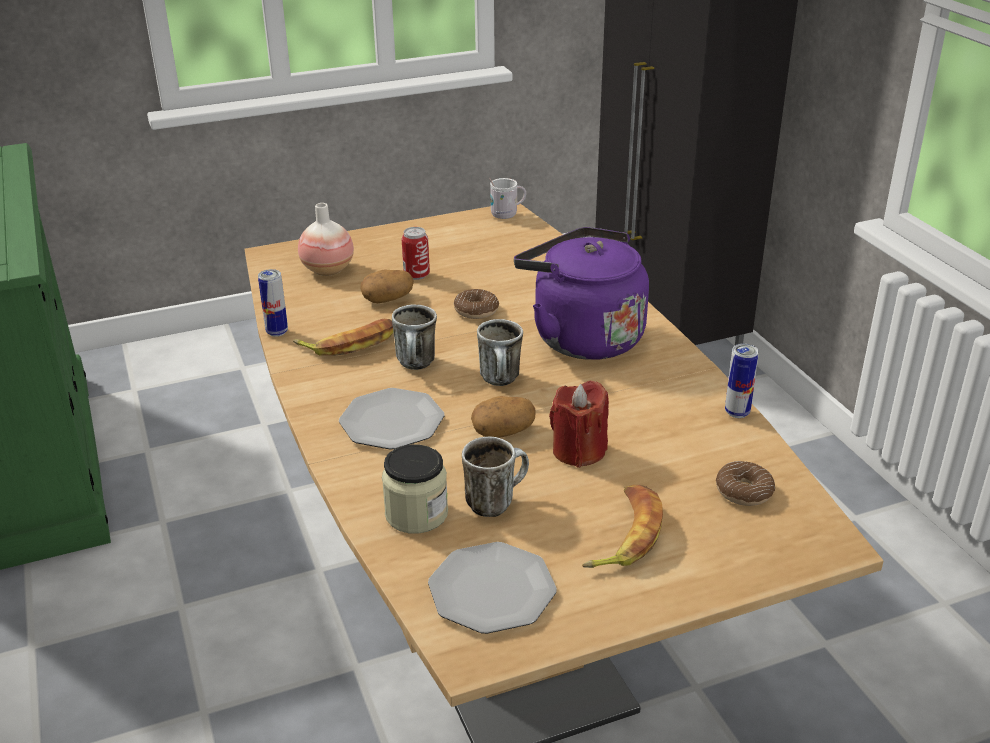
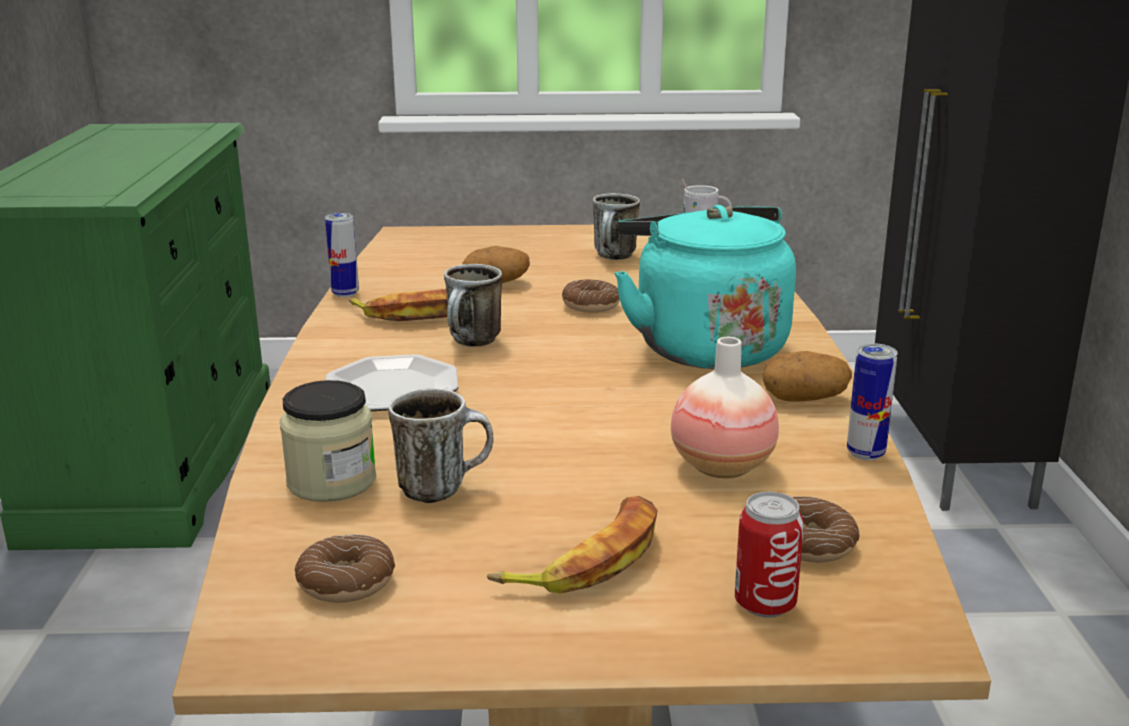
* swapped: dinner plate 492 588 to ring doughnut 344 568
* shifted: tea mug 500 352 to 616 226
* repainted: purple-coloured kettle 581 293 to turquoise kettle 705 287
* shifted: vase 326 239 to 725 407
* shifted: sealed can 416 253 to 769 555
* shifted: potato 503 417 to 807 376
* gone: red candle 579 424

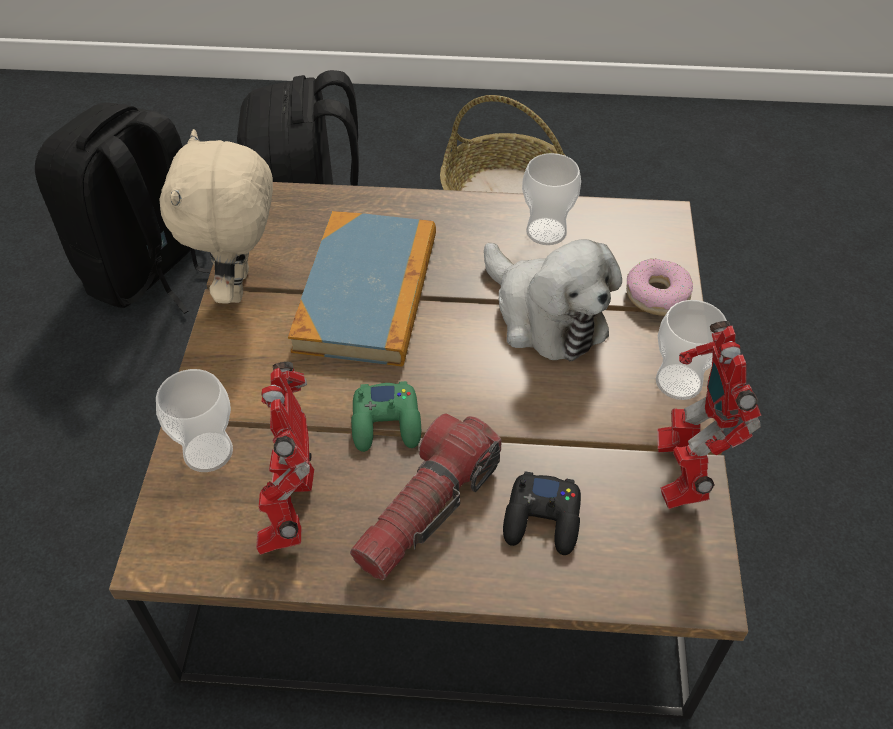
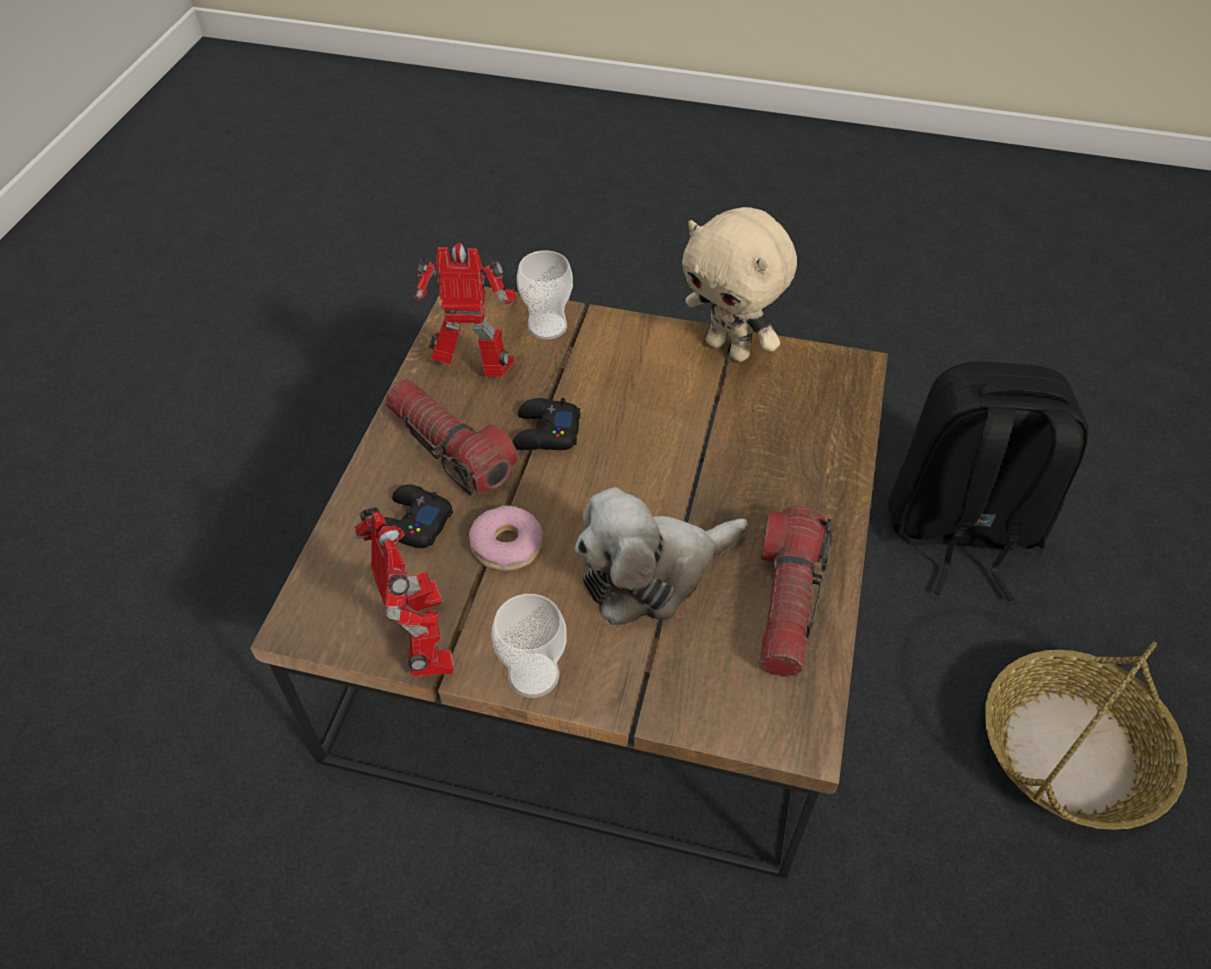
* rotated: robot figure 709 415 = 404 592 60 degrees clockwise
* shifted: ring doughnut 659 287 to 506 538
* repainted: green gamepad 386 416 to blackish gamepad 546 424
* rotated: beige-coloured cuddly toy 216 216 = 739 284 150 degrees counterclockwise
* swapped: drinking cup 551 199 to hand torch 796 591
* gone: blackish knapsack 123 208
* gone: bound book 362 289

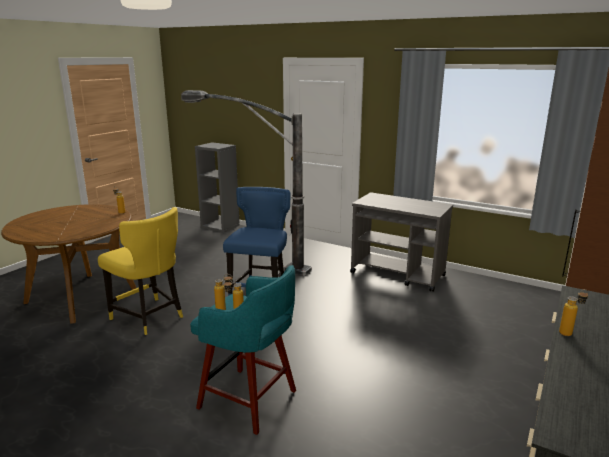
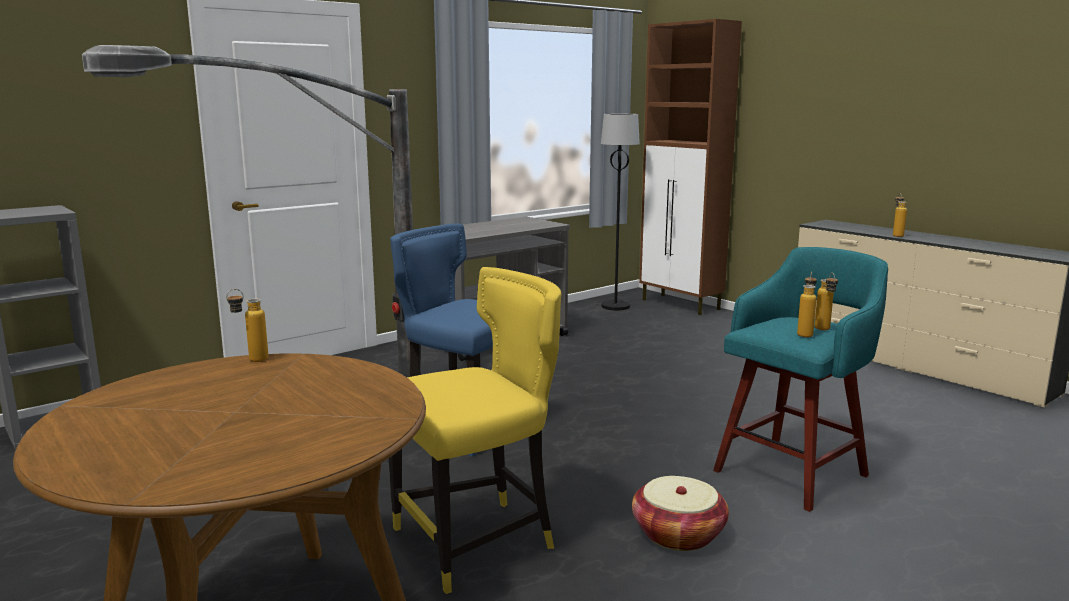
* new: blackish floor lamp 620 212
* new: household basket 680 513

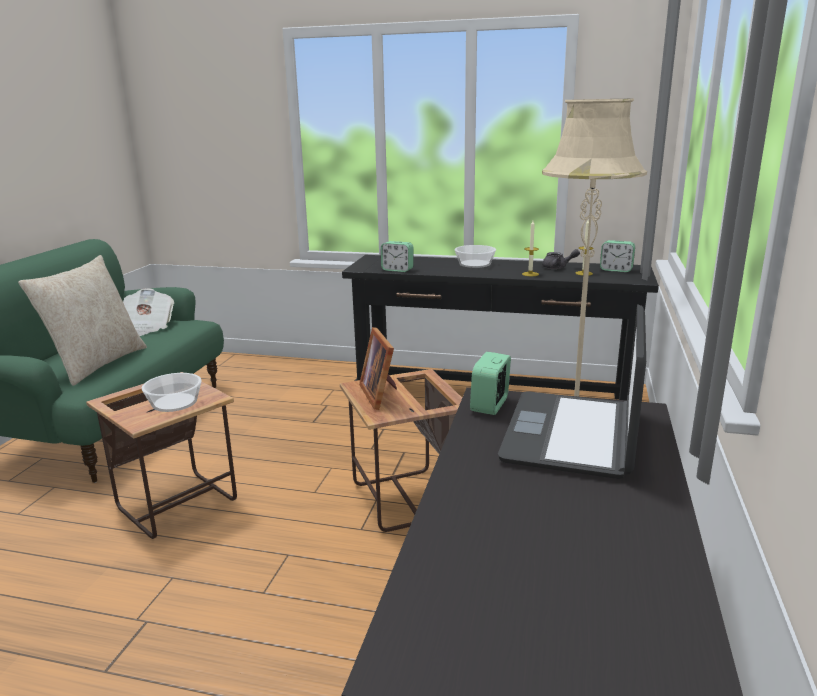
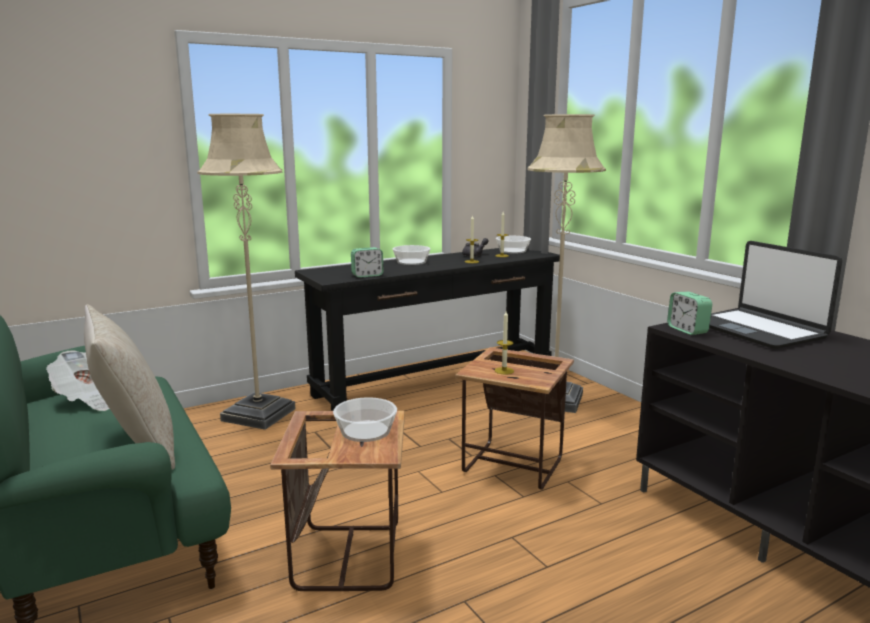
* new: beige-coloured floor lamp 246 272
* swapped: standing frame 378 368 to candle 504 342
* swapped: table clock 617 256 to bowl 513 244

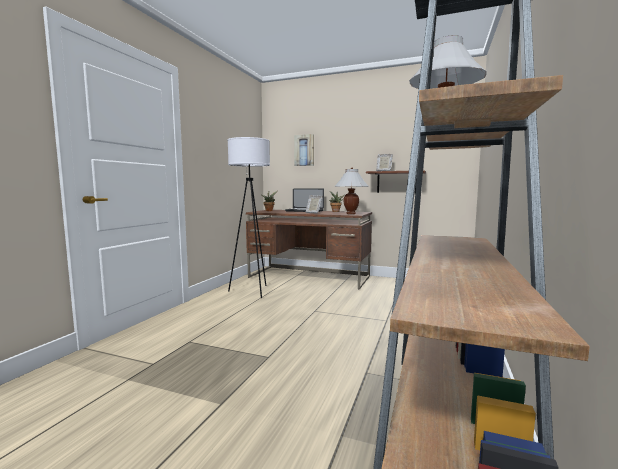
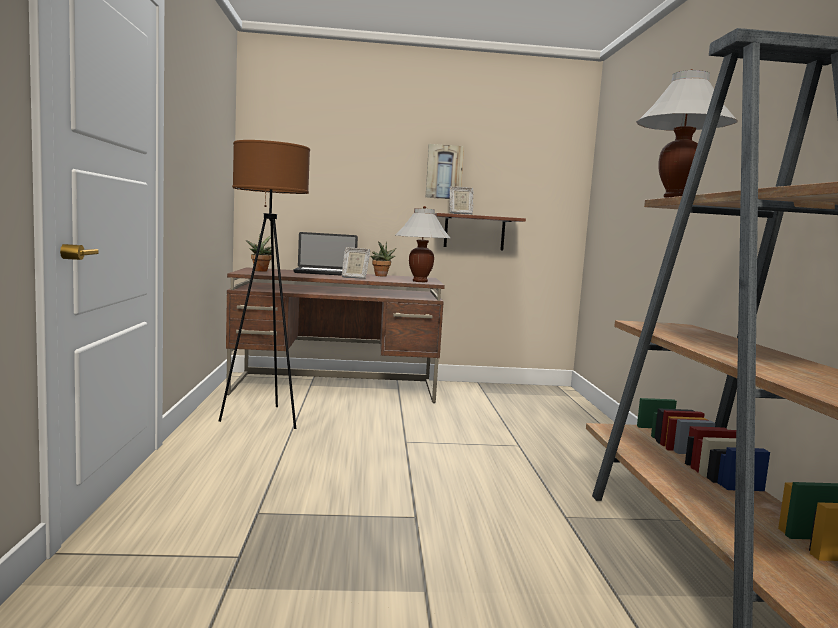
* repainted: white-coloured floor lamp 248 217 to brown-coloured floor lamp 264 284
* shifted: wall art 304 150 to 445 171

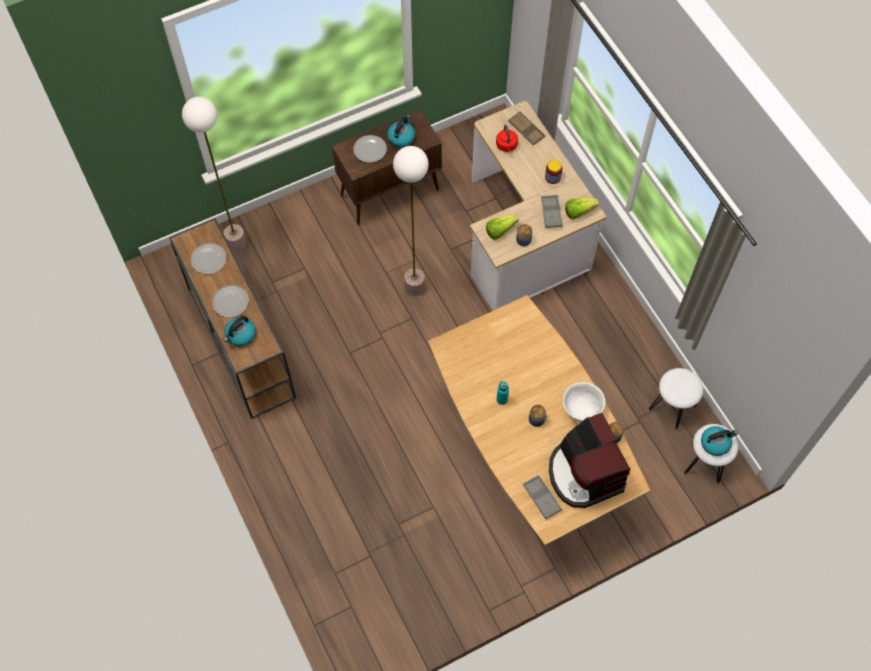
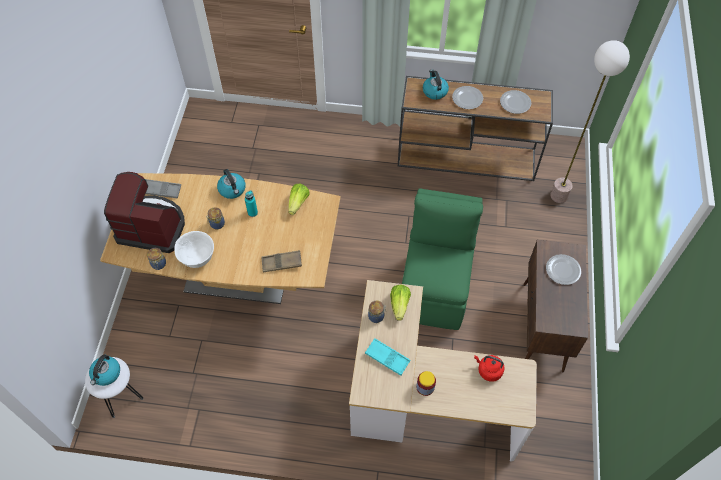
* shifted: kettle 401 131 to 231 184
* shifted: brown-coloured carrying tray 526 128 to 281 261
* shifted: lettuce head 582 208 to 298 199
* repainted: greyish carrying tray 551 211 to turquoise carrying tray 387 357
* swapped: floor lamp 411 221 to green upright chair 442 259
* gone: white-coloured stool 676 399

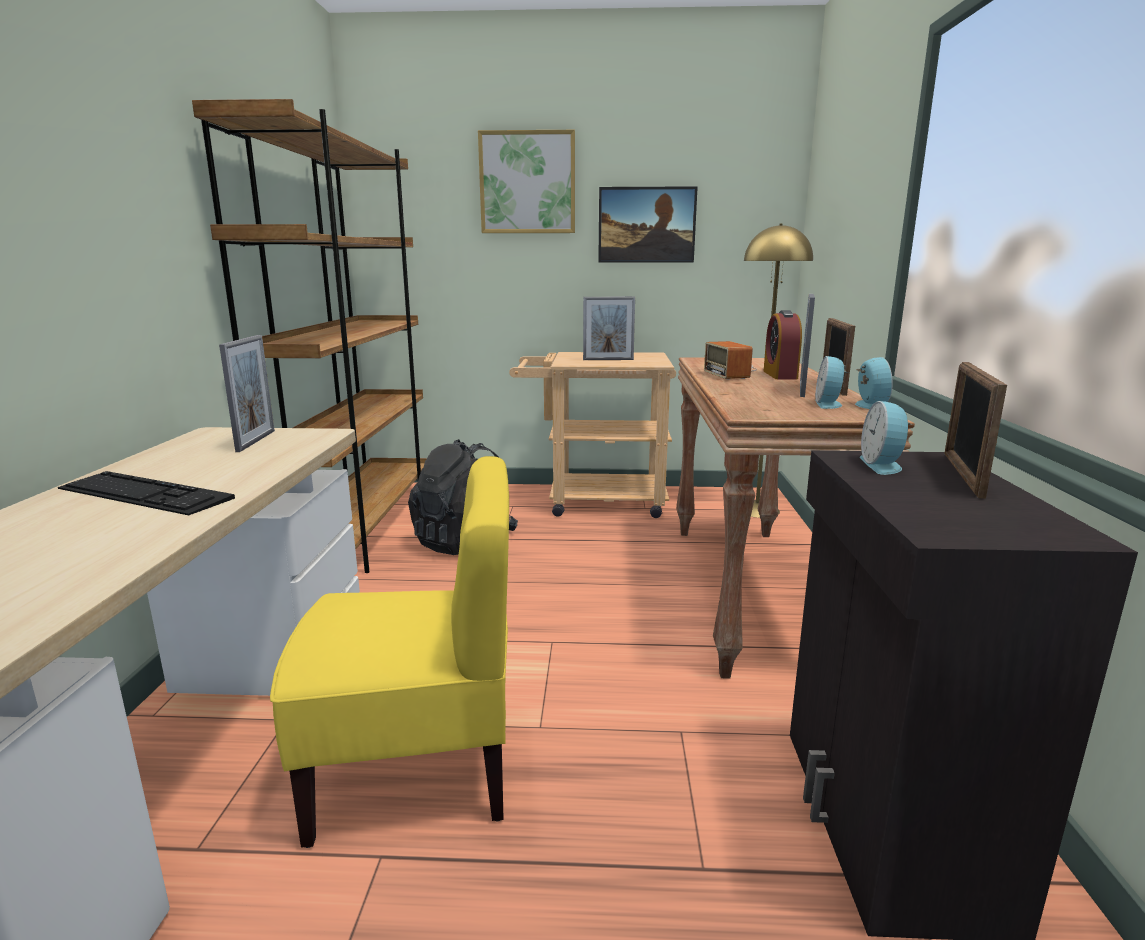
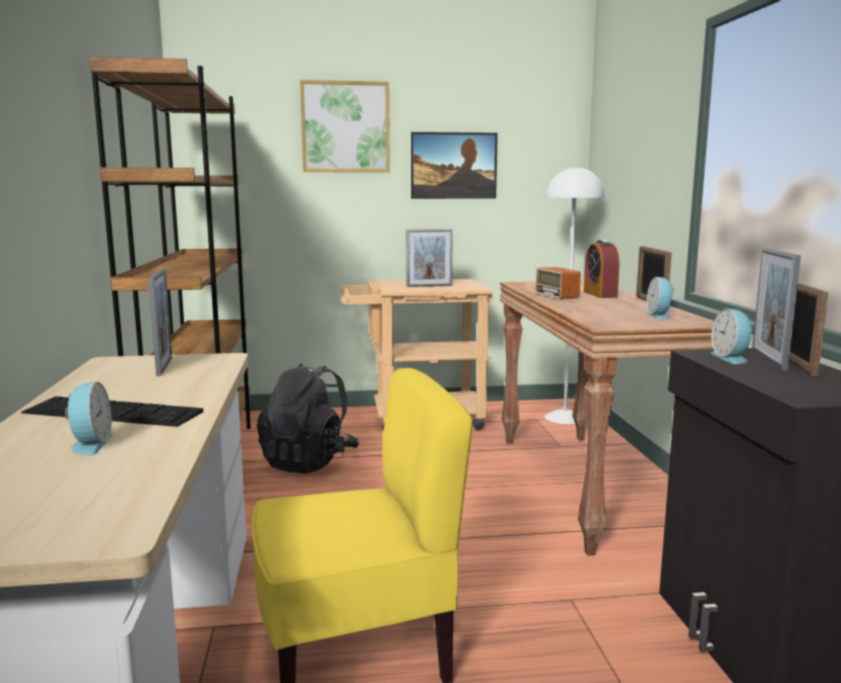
* shifted: table clock 874 383 to 89 418
* repainted: yellow-coloured floor lamp 778 370 to white-coloured floor lamp 575 295
* shifted: standing frame 807 345 to 776 309

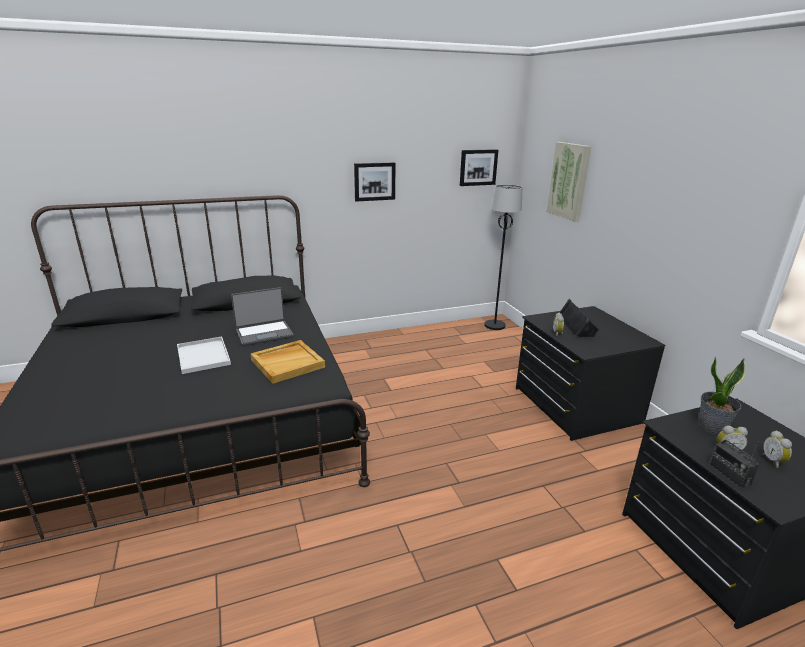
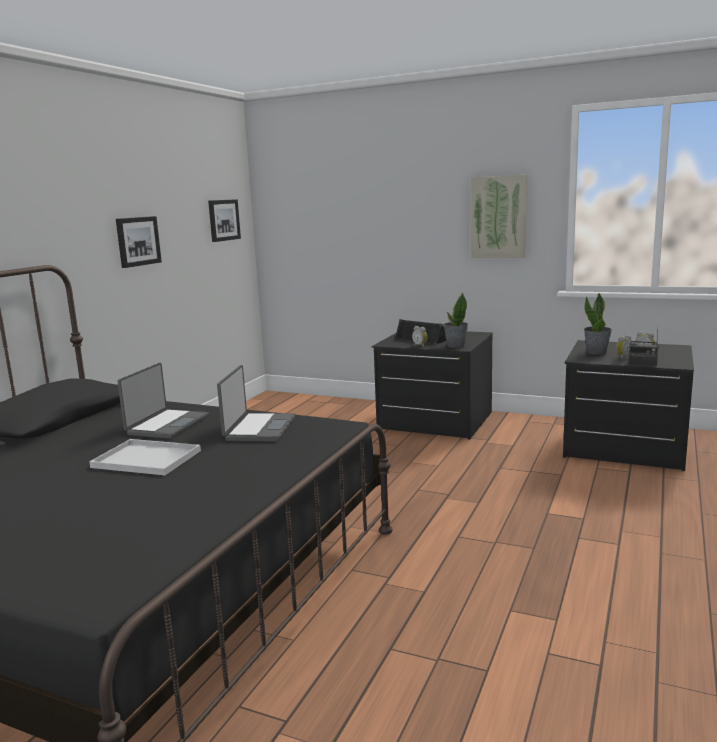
* swapped: beige-coloured carrying tray 287 362 to portable computer 256 403
* new: houseplant 455 320
* shifted: wall art 569 182 to 499 216
* gone: blackish floor lamp 503 257

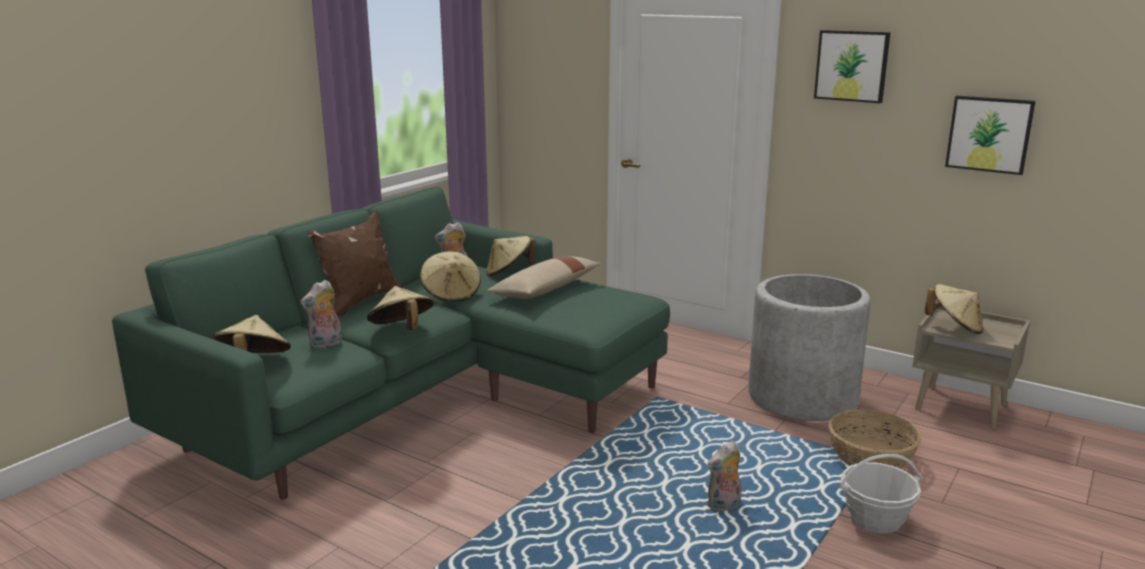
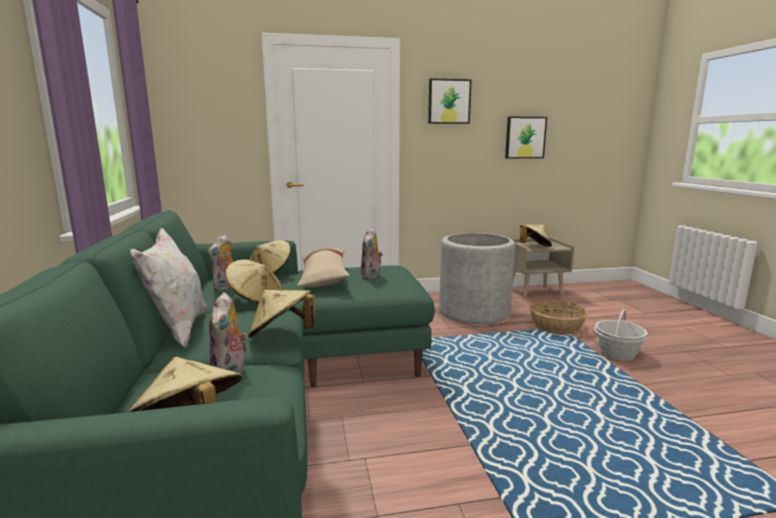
* repainted: brown-coloured pillow 354 263 to white-coloured pillow 168 287
* shifted: cuddly toy 724 476 to 372 253

